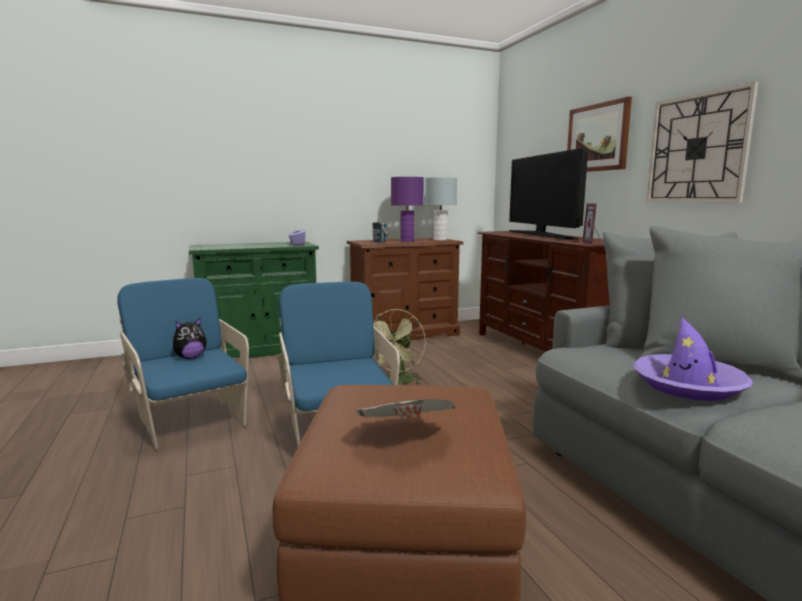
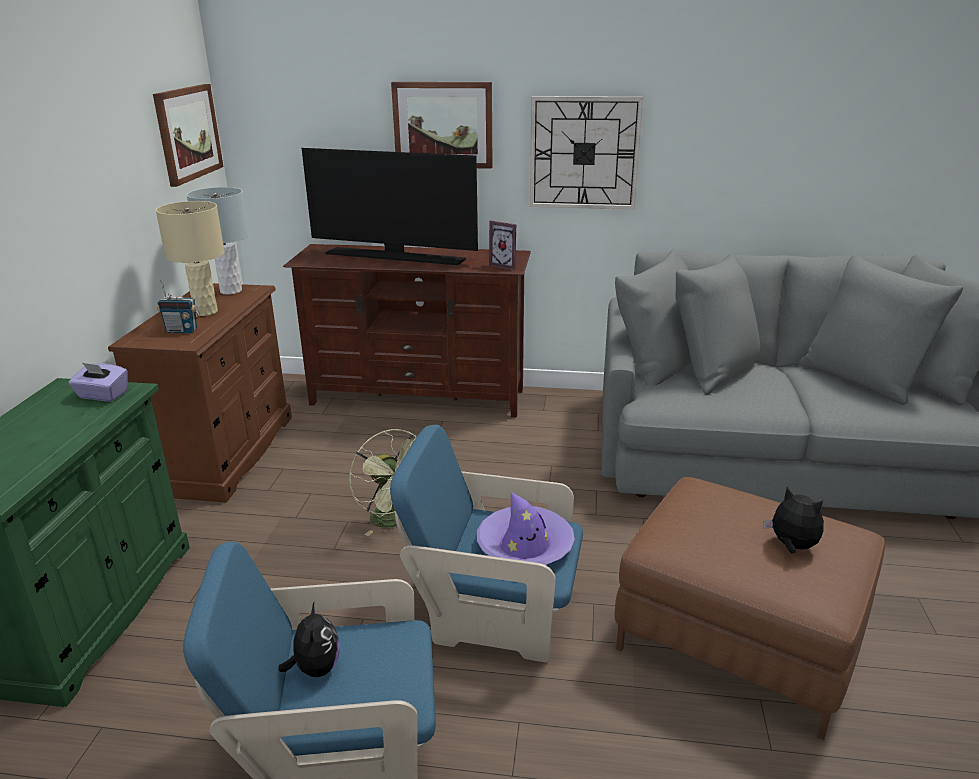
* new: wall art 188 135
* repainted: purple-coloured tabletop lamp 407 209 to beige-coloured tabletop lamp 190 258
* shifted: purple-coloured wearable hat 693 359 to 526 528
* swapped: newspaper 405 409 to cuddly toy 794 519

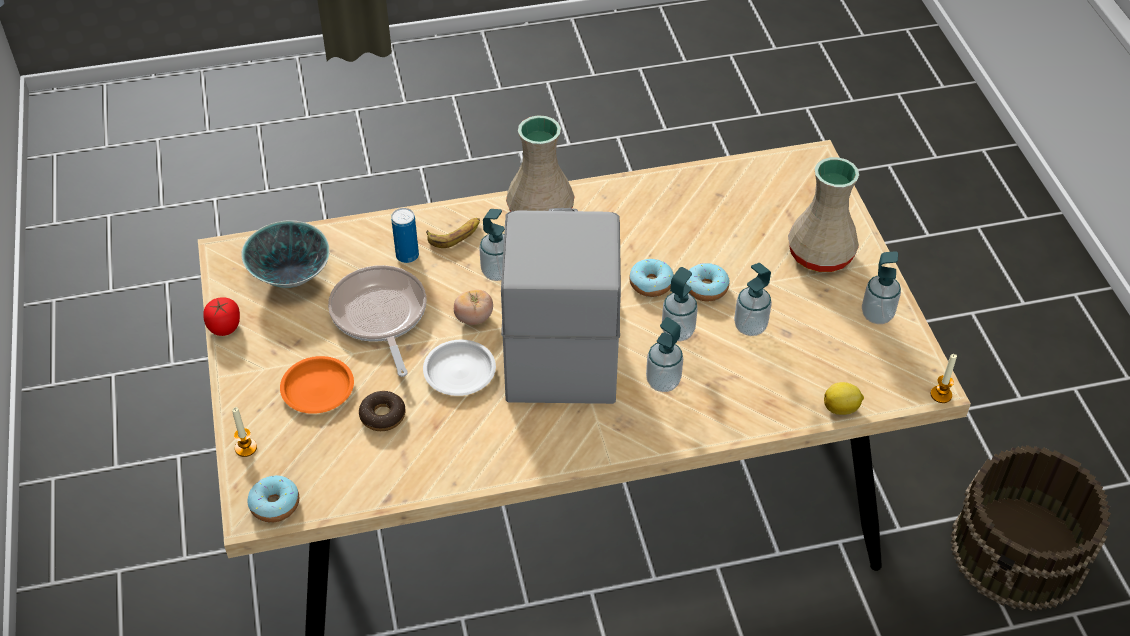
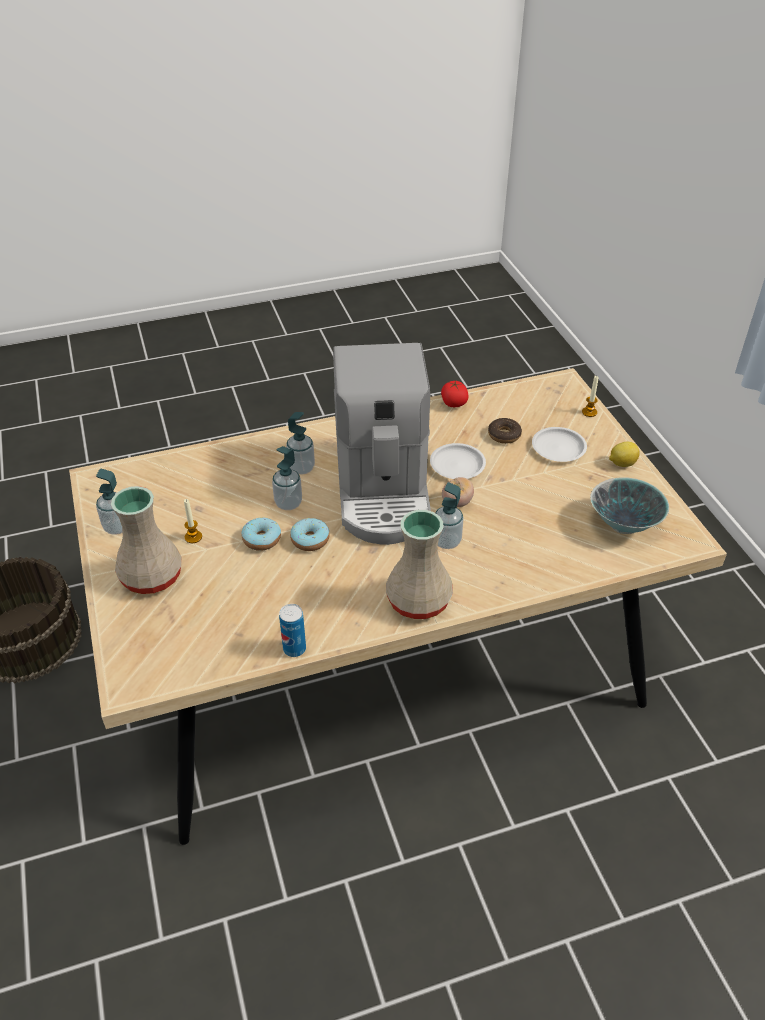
* shifted: candle 944 378 to 193 521
* shifted: sealed can 405 235 to 292 630
* shifted: whole tomato 221 317 to 454 394
* repainted: orangey dinner plate 317 385 to white-coloured dinner plate 559 444
* shifted: citrus fruit 844 398 to 624 454
* gone: ring doughnut 273 499
* gone: pan 377 321
* gone: whole banana 453 233
* gone: soap dispenser 753 299

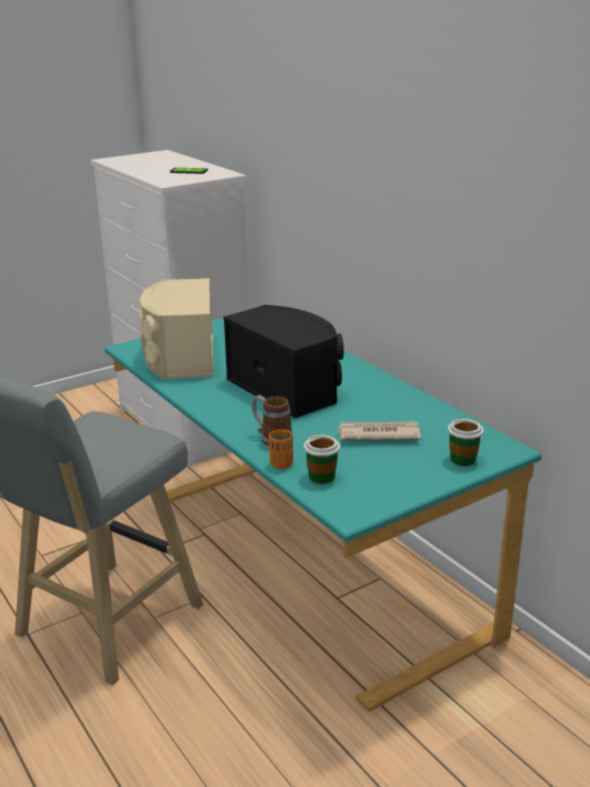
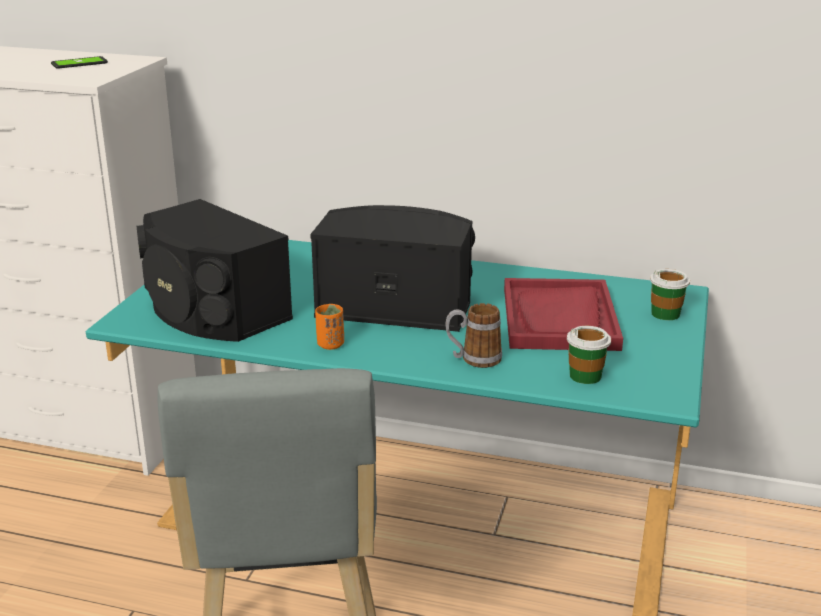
* repainted: beige-coloured loudspeaker 177 328 to blackish loudspeaker 215 270
* shifted: orangey drinking cup 281 449 to 329 327
* swapped: newspaper 379 431 to red carrying tray 563 314

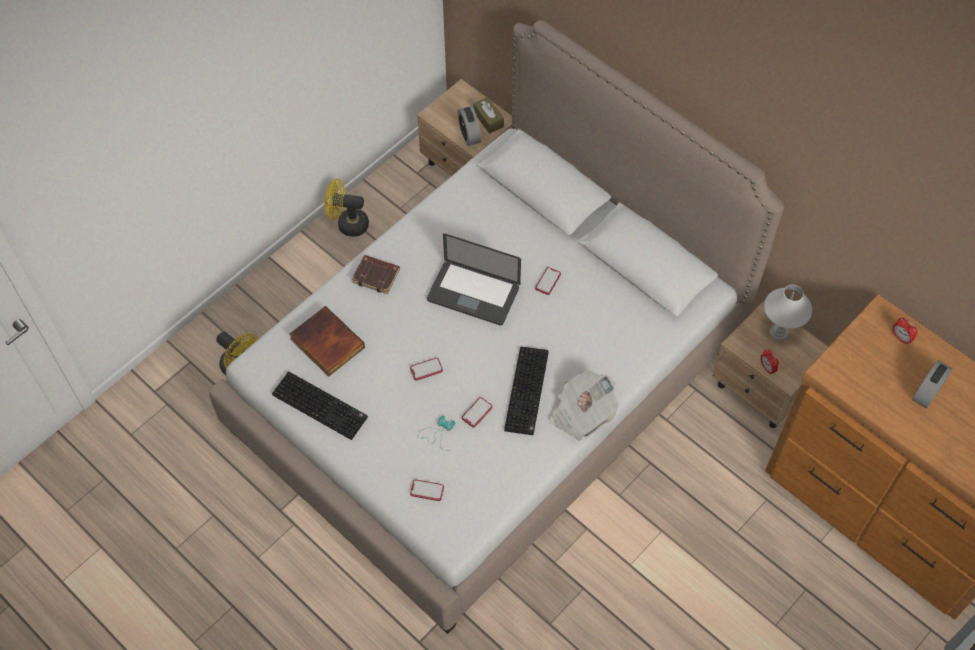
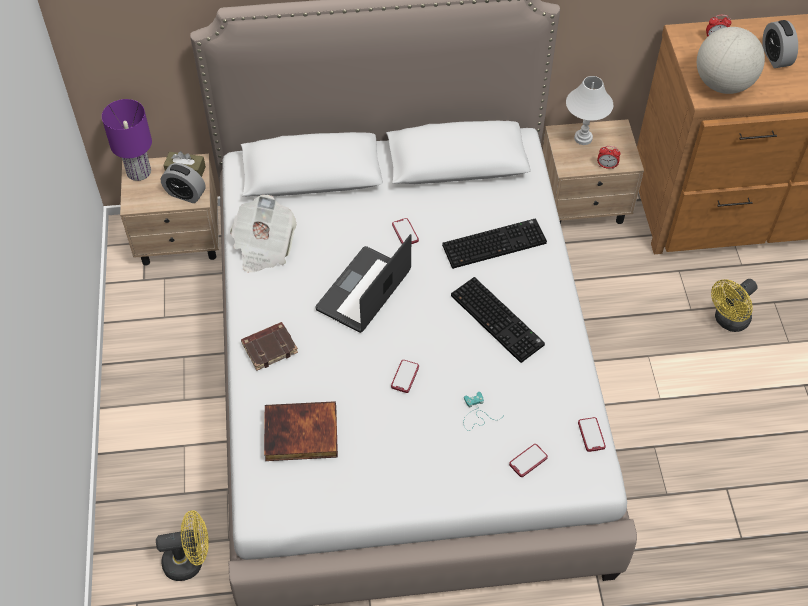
* new: purple-coloured tabletop lamp 127 140
* shifted: newspaper 583 405 to 263 234
* rotated: portable computer 474 280 = 363 283 150 degrees clockwise
* shifted: PC keyboard 320 406 to 494 243
* shifted: phone 477 412 to 592 434
* new: world globe 731 60
* shifted: yellow-coloured cooling fan 346 208 to 734 305

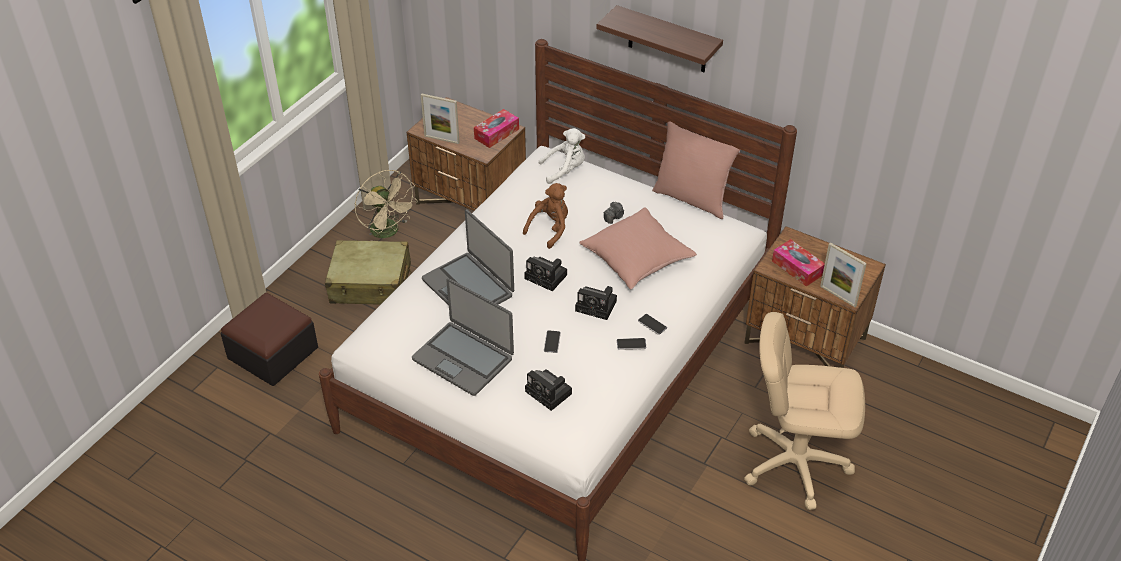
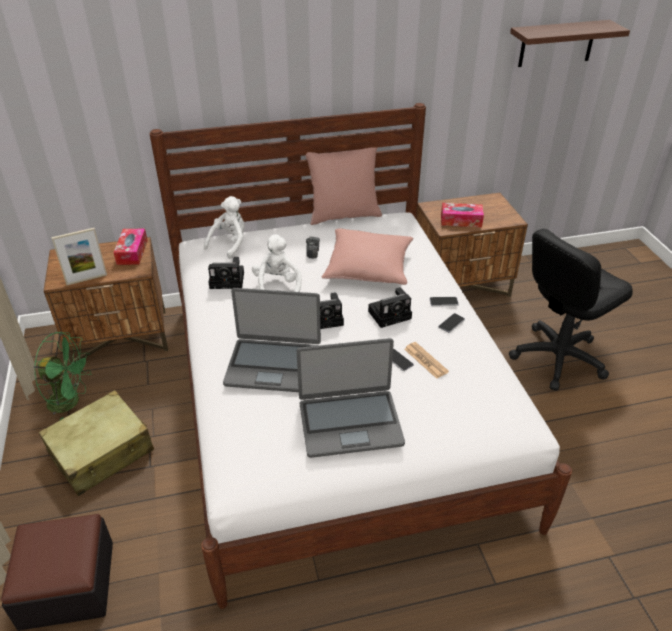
* repainted: beige-coloured cooling fan 386 205 to green cooling fan 62 376
* shifted: photo camera 548 390 to 226 273
* repainted: brown-coloured cuddly toy 545 216 to white-coloured cuddly toy 277 263
* new: newspaper 426 360
* repainted: beige-coloured office chair 804 411 to blackish office chair 571 310
* shifted: shelf 659 38 to 570 43
* gone: standing frame 843 275

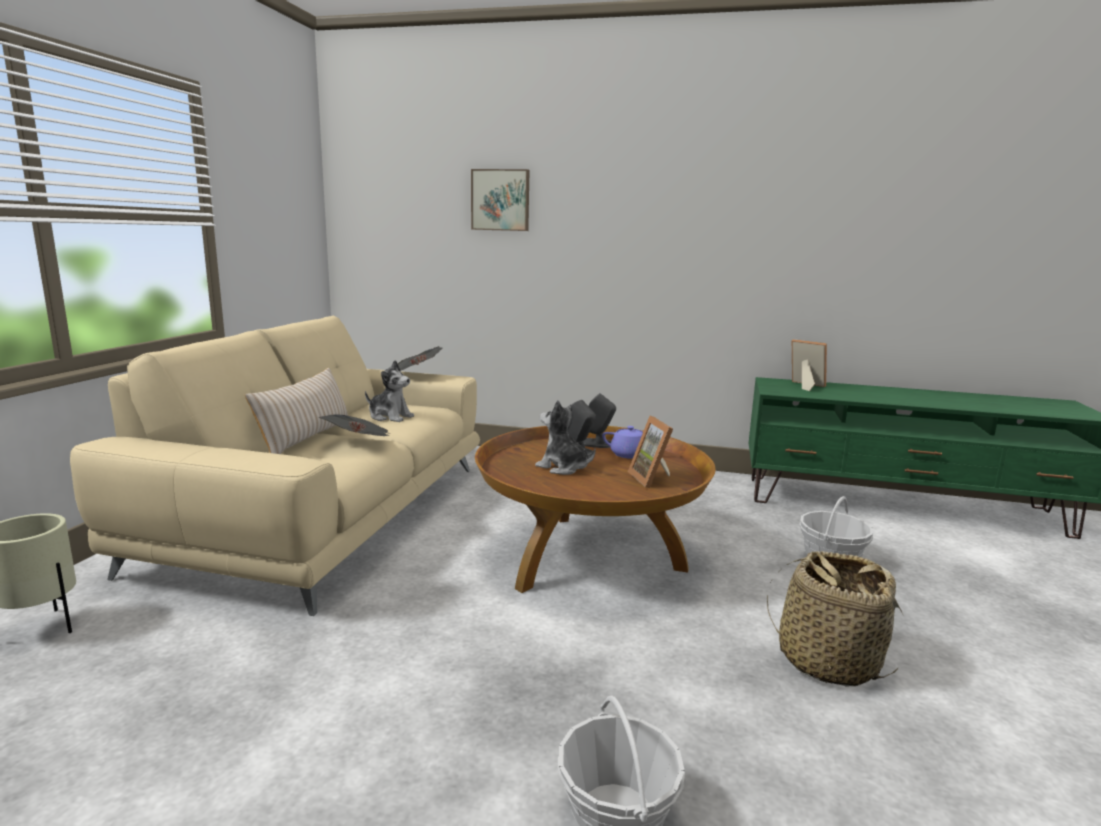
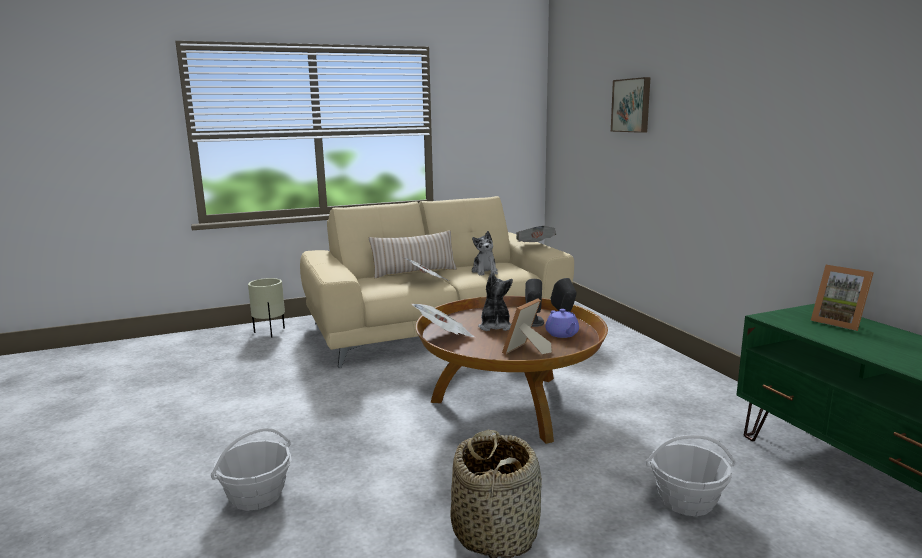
* new: newspaper 443 320
* rotated: standing frame 809 365 = 842 298 135 degrees clockwise

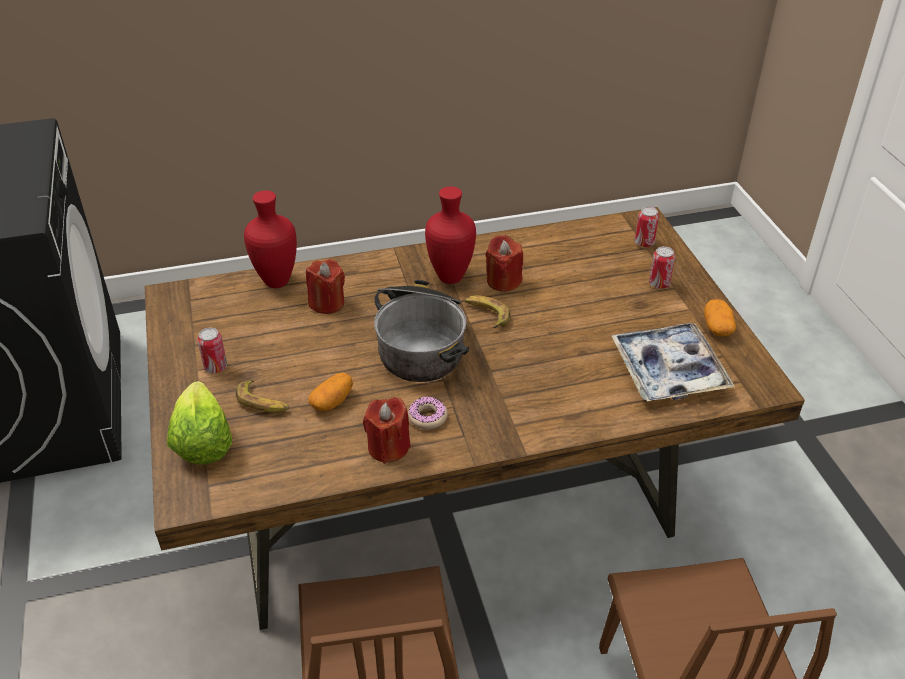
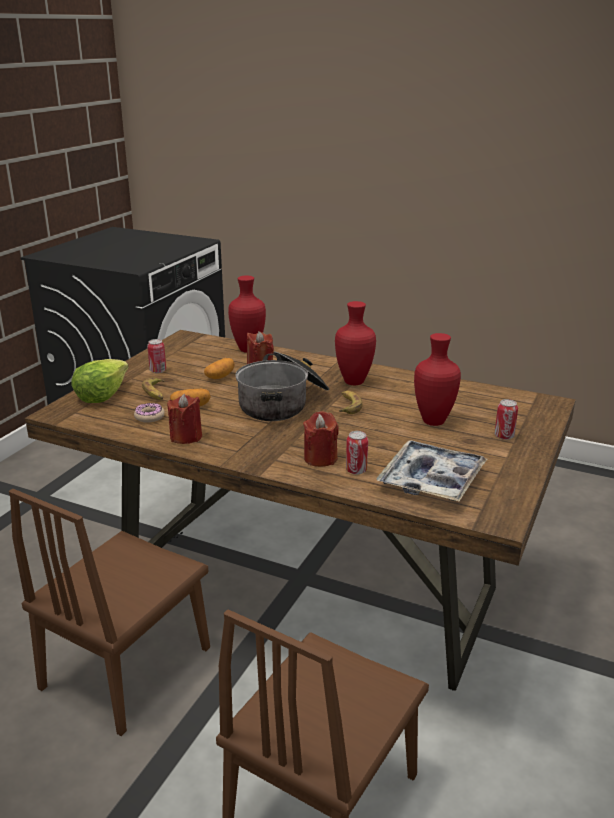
* shifted: ring doughnut 428 413 to 149 413
* shifted: potato 720 317 to 219 368
* shifted: red candle 504 263 to 321 439
* shifted: sealed can 647 227 to 357 453
* new: red vase 437 379

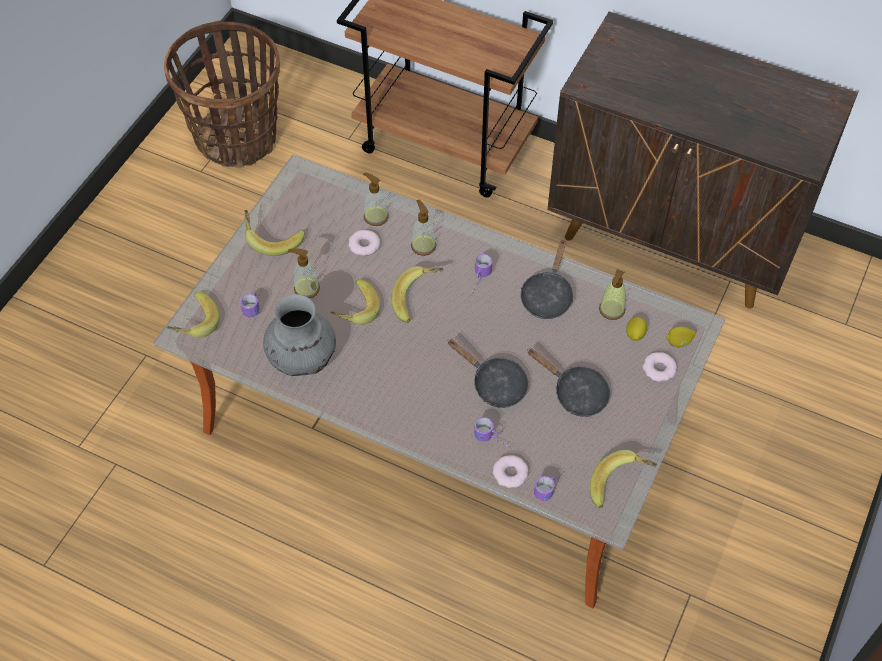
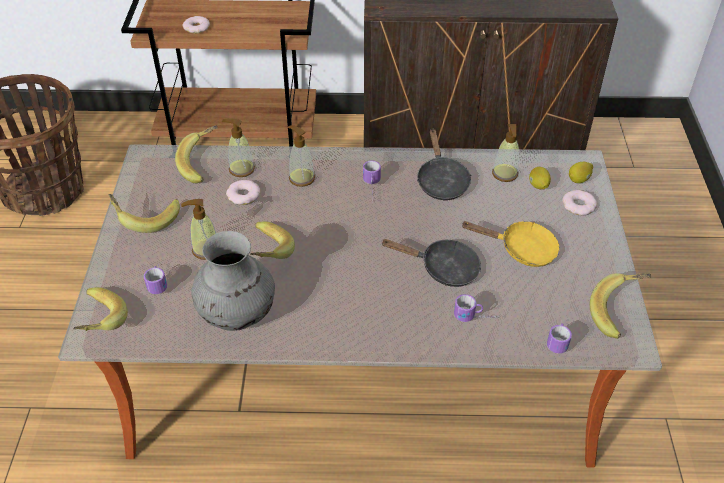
* shifted: whole banana 417 294 to 196 154
* shifted: ring doughnut 510 471 to 196 24
* repainted: blackish pan 568 383 to yellow-coloured pan 510 244

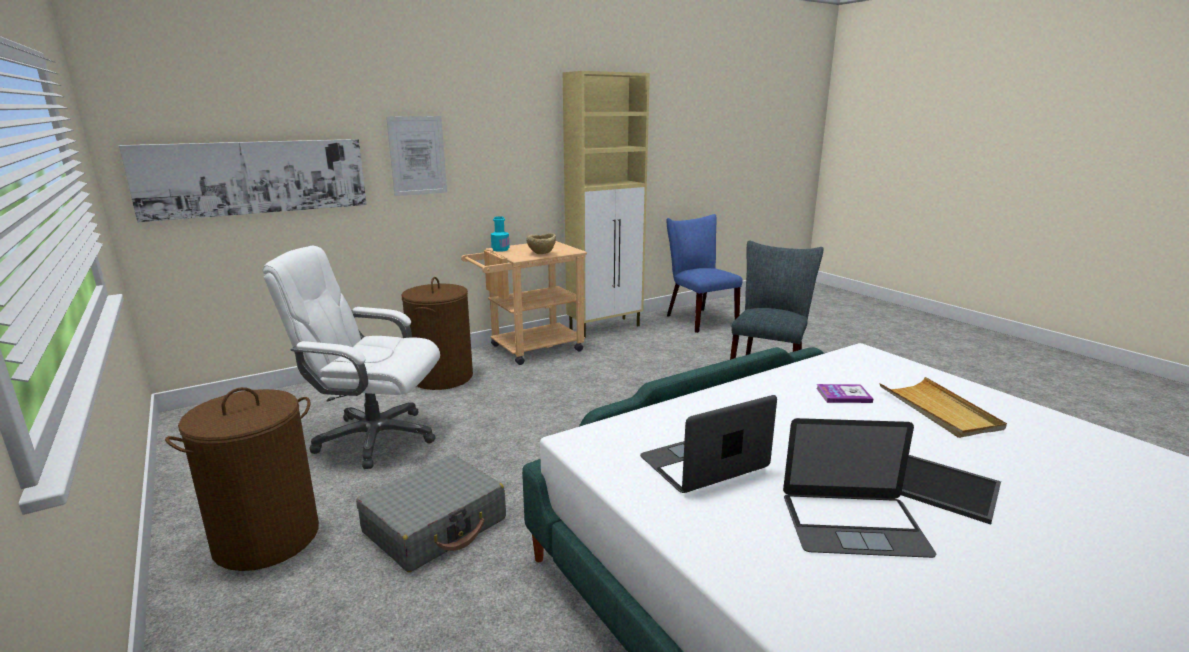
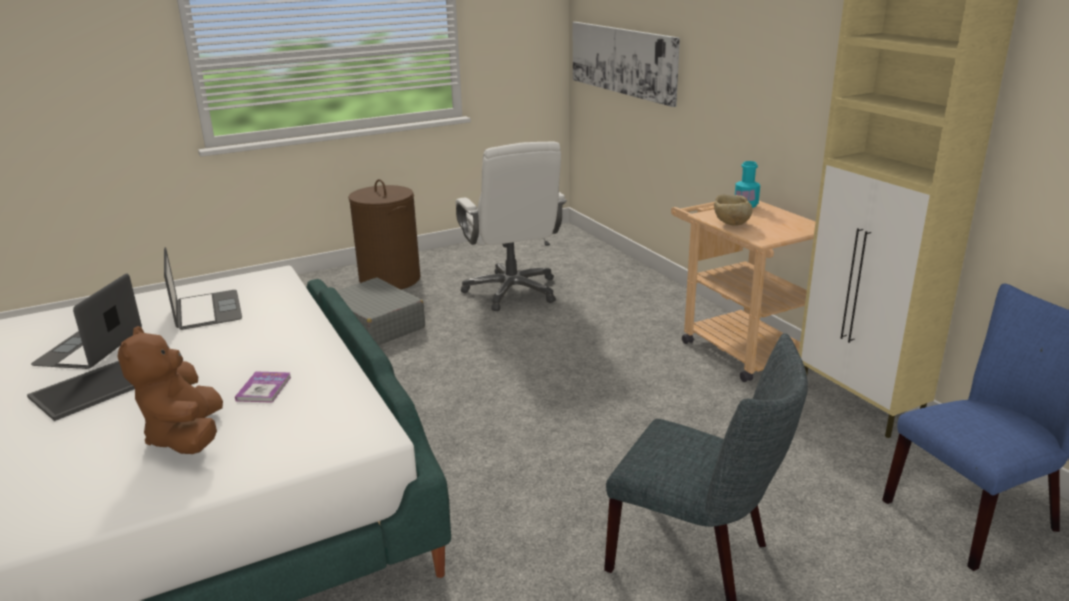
* swapped: beige-coloured carrying tray 943 407 to brown-coloured cuddly toy 170 390
* rotated: white-coloured office chair 351 357 = 511 226 150 degrees clockwise
* gone: wall art 416 156
* gone: brown-coloured laundry basket 437 333

